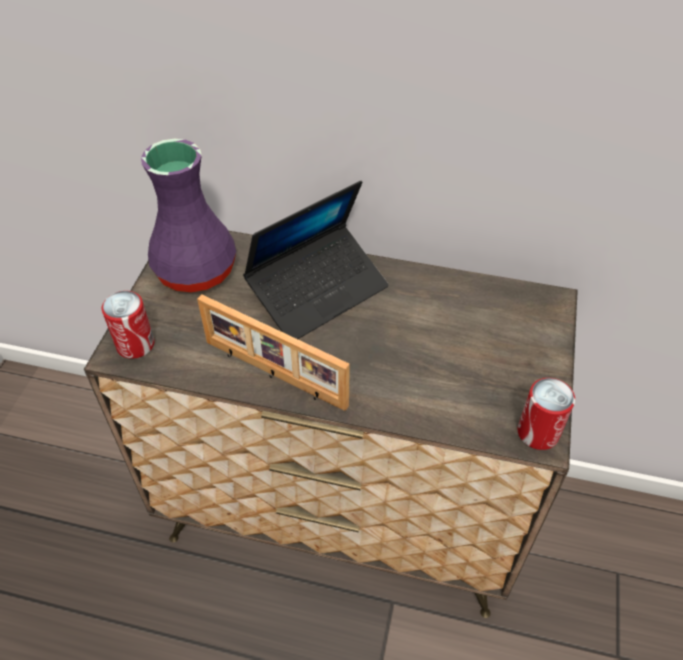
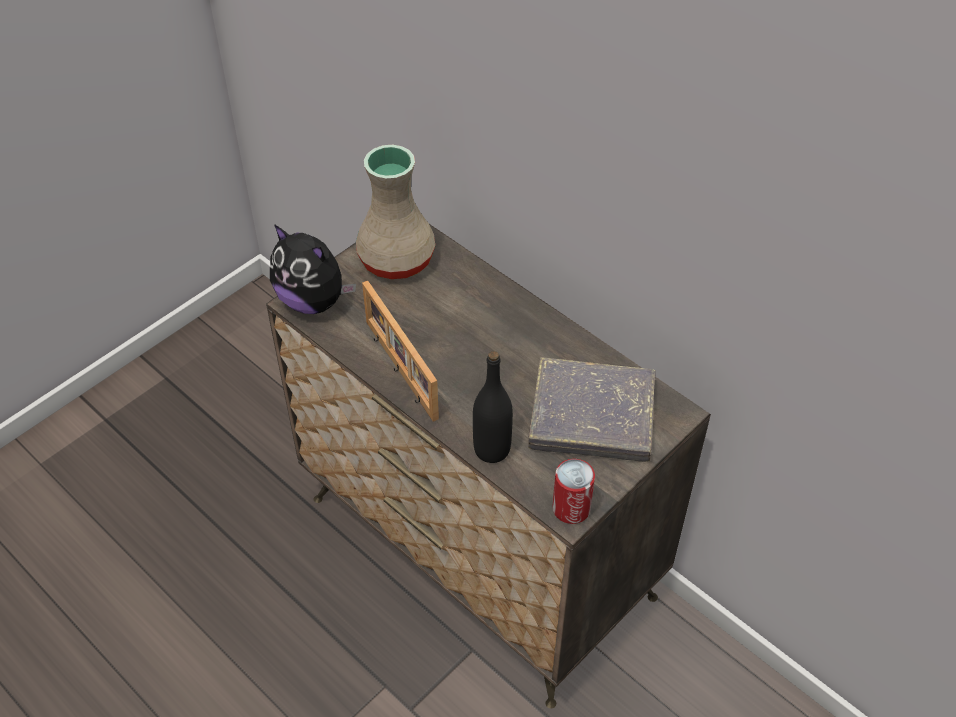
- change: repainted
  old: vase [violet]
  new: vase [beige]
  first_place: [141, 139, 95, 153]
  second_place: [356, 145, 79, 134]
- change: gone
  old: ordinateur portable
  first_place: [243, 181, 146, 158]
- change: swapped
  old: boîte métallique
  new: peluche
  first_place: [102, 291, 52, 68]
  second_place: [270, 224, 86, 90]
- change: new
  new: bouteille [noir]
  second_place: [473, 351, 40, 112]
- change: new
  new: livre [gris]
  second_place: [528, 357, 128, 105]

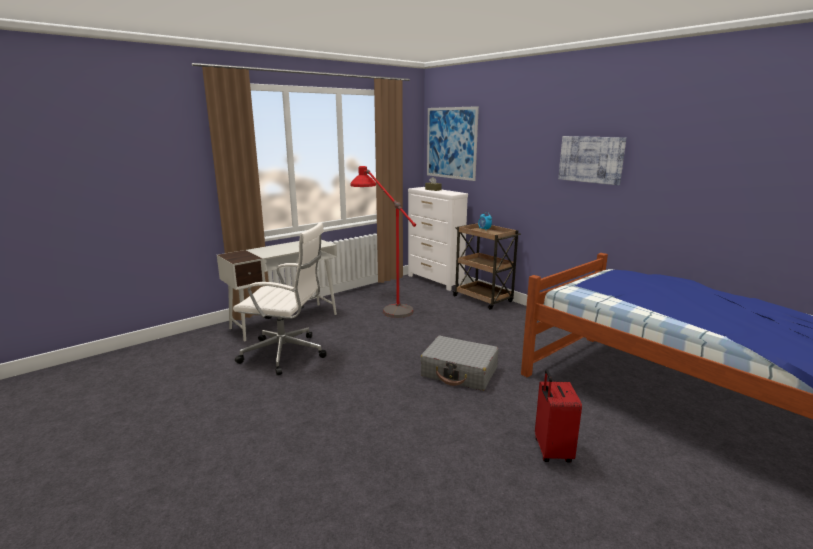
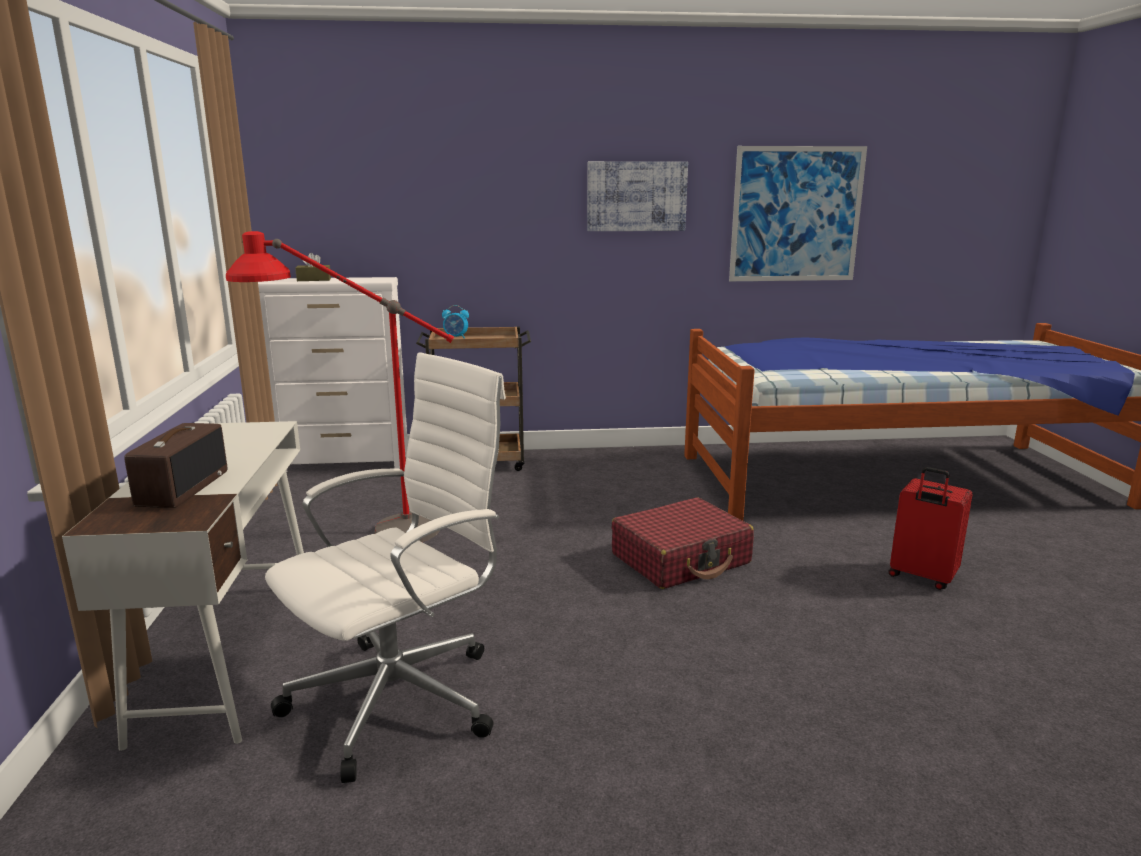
- change: shifted
  old: tableau
  first_place: [427, 106, 52, 75]
  second_place: [729, 146, 138, 135]
- change: repainted
  old: valise [gris]
  new: valise [rouge]
  first_place: [420, 336, 79, 55]
  second_place: [612, 498, 142, 91]
- change: new
  new: radio
  second_place: [124, 423, 103, 85]

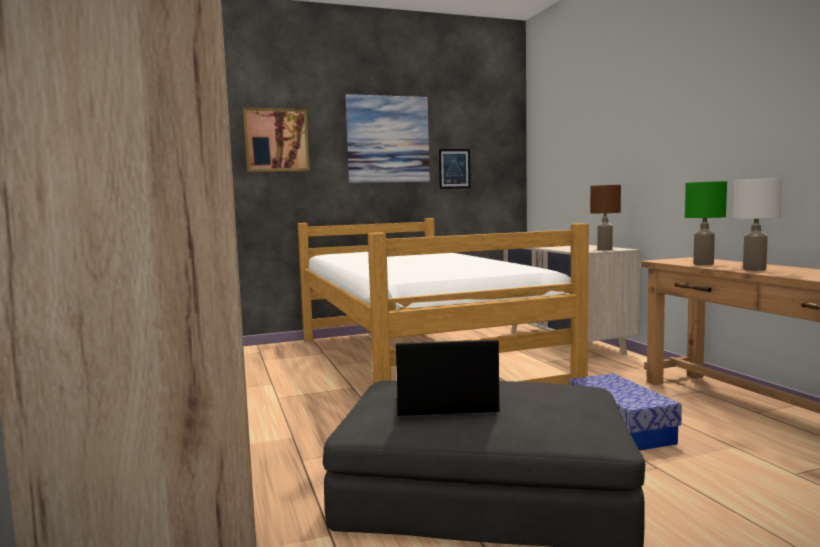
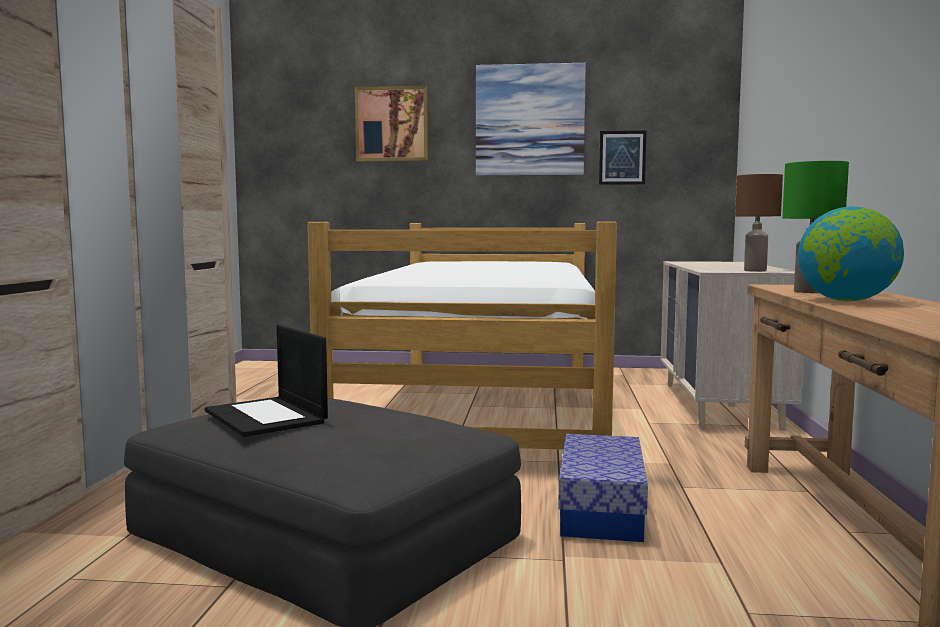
- change: swapped
  old: lampe de table [blanc]
  new: globe
  first_place: [733, 178, 49, 93]
  second_place: [798, 206, 106, 95]
- change: rotated
  old: ordinateur portable
  first_place: [396, 340, 104, 76]
  second_place: [205, 325, 123, 112]
  degrees: -150

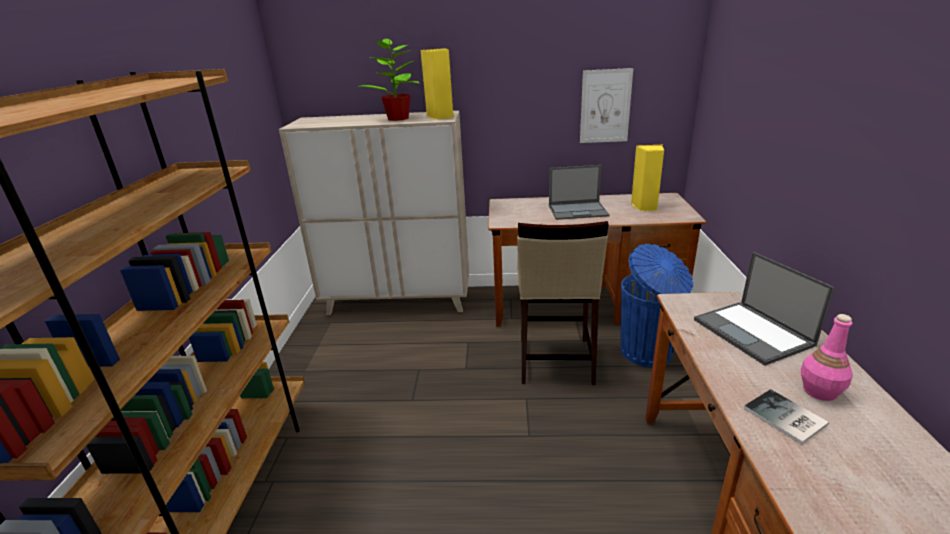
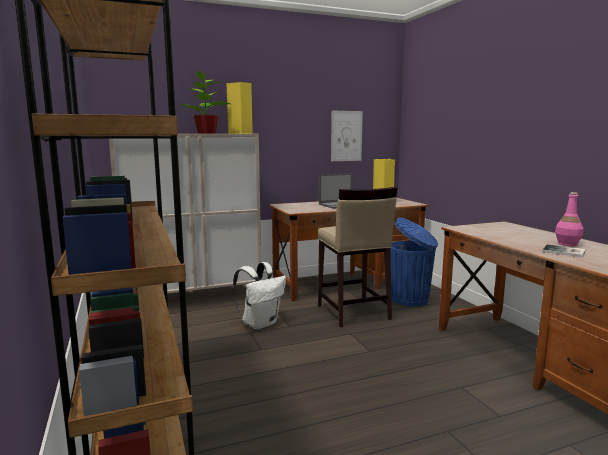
- change: gone
  old: ordinateur portable
  first_place: [694, 252, 141, 114]
- change: new
  new: sac à dos [blanc]
  second_place: [233, 262, 53, 68]

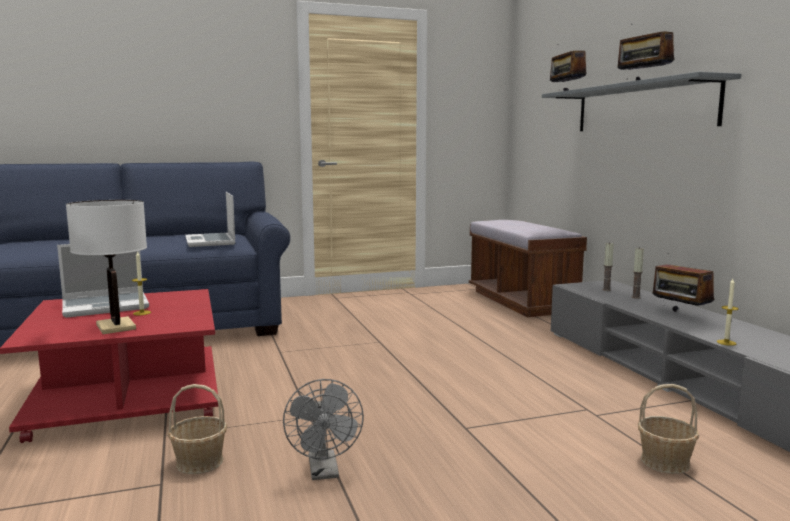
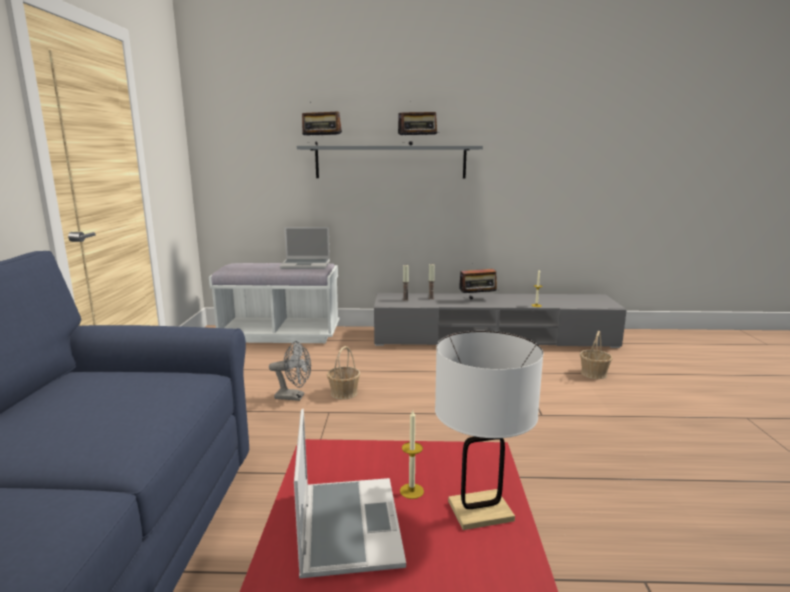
- change: shifted
  old: ordinateur portable
  first_place: [185, 192, 51, 55]
  second_place: [280, 227, 50, 42]
- change: repainted
  old: banc [marron]
  new: banc [blanc]
  first_place: [469, 220, 118, 97]
  second_place: [209, 263, 130, 80]
- change: shifted
  old: ventilateur [gris]
  first_place: [283, 379, 81, 101]
  second_place: [269, 341, 42, 60]
- change: shifted
  old: panier
  first_place: [168, 384, 59, 90]
  second_place: [327, 346, 33, 54]

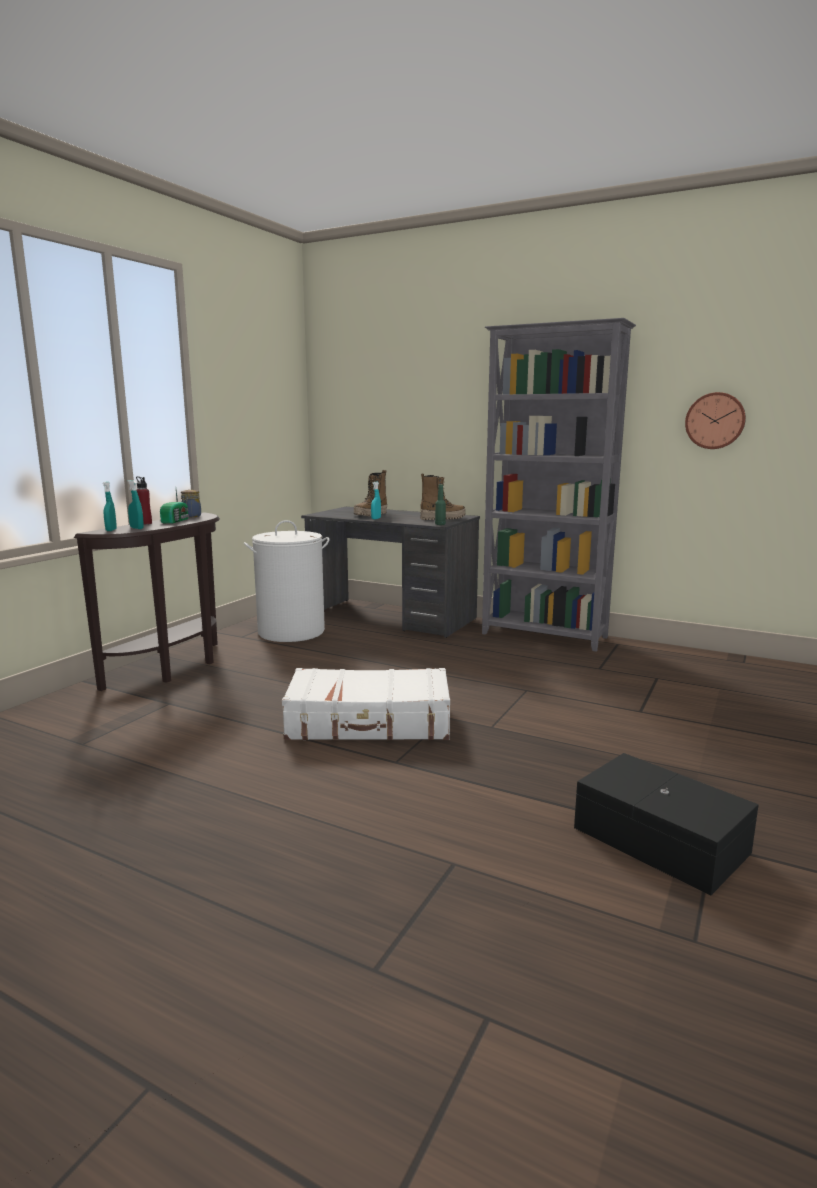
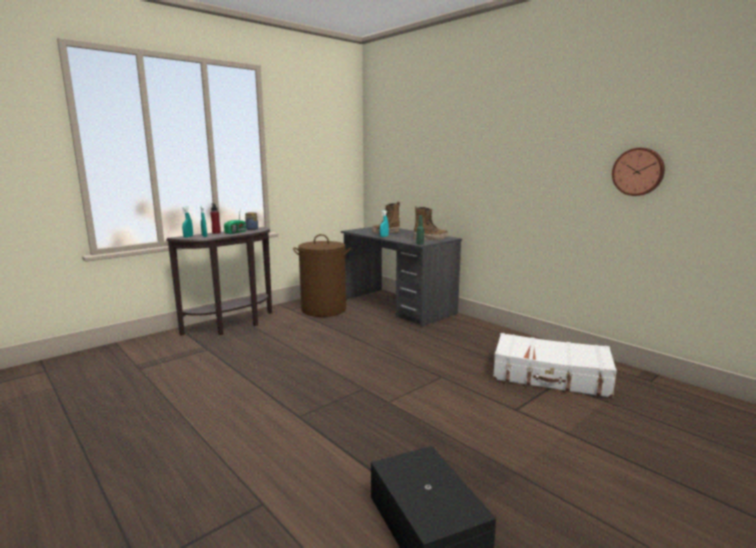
- change: gone
  old: bibliothèque [gris]
  first_place: [482, 318, 154, 334]
- change: repainted
  old: panier à linge [blanc]
  new: panier à linge [marron]
  first_place: [244, 520, 86, 122]
  second_place: [293, 234, 58, 83]
- change: shifted
  old: valise [blanc]
  first_place: [282, 668, 168, 72]
  second_place: [493, 333, 124, 65]

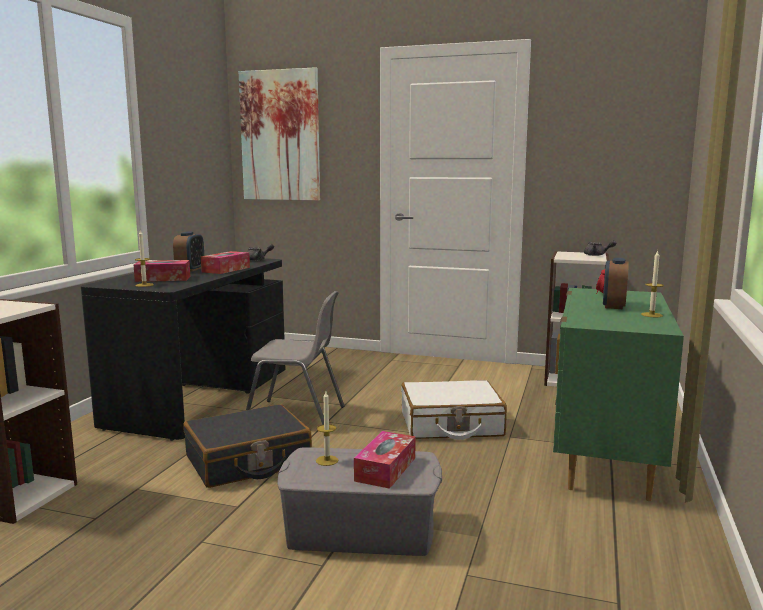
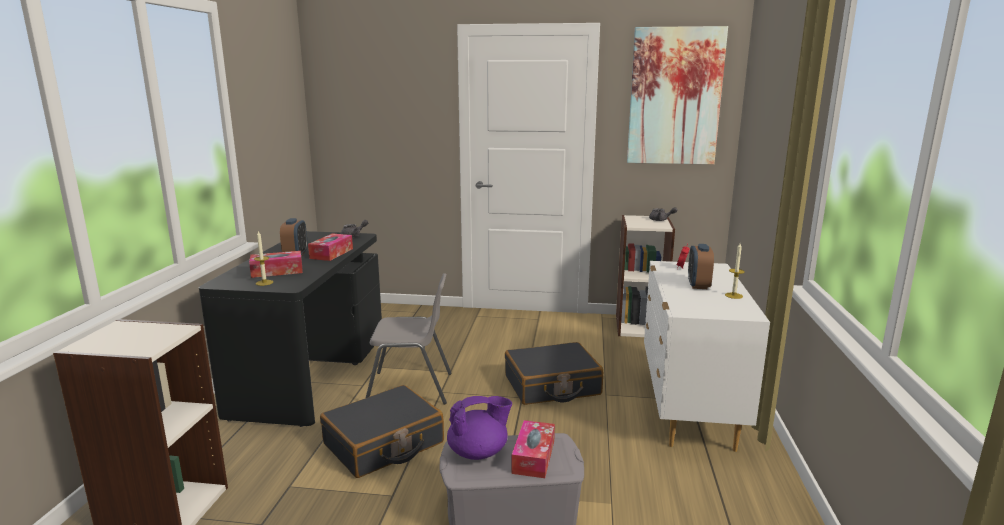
- change: shifted
  old: tableau
  first_place: [239, 67, 81, 134]
  second_place: [627, 26, 101, 139]
- change: repainted
  old: commode [vert]
  new: commode [blanc]
  first_place: [553, 288, 131, 213]
  second_place: [644, 261, 126, 191]
- change: repainted
  old: valise [blanc]
  new: valise [noir]
  first_place: [401, 380, 106, 60]
  second_place: [505, 342, 98, 63]
- change: swapped
  old: bougie
  new: théière [violet]
  first_place: [316, 392, 23, 74]
  second_place: [447, 396, 65, 64]

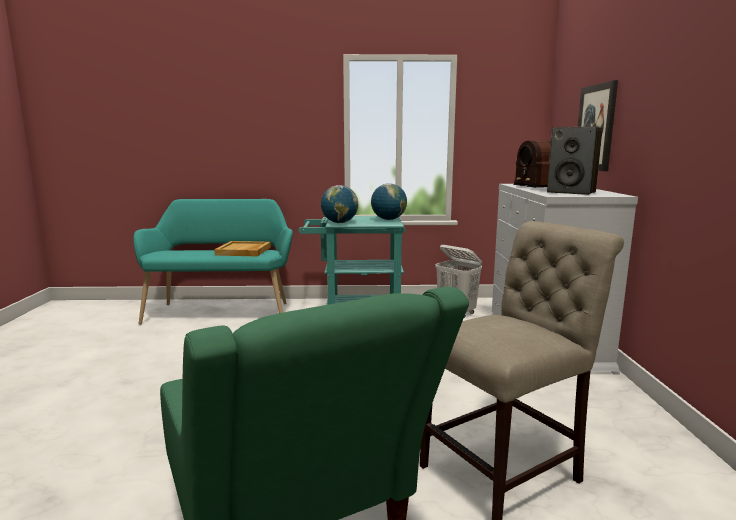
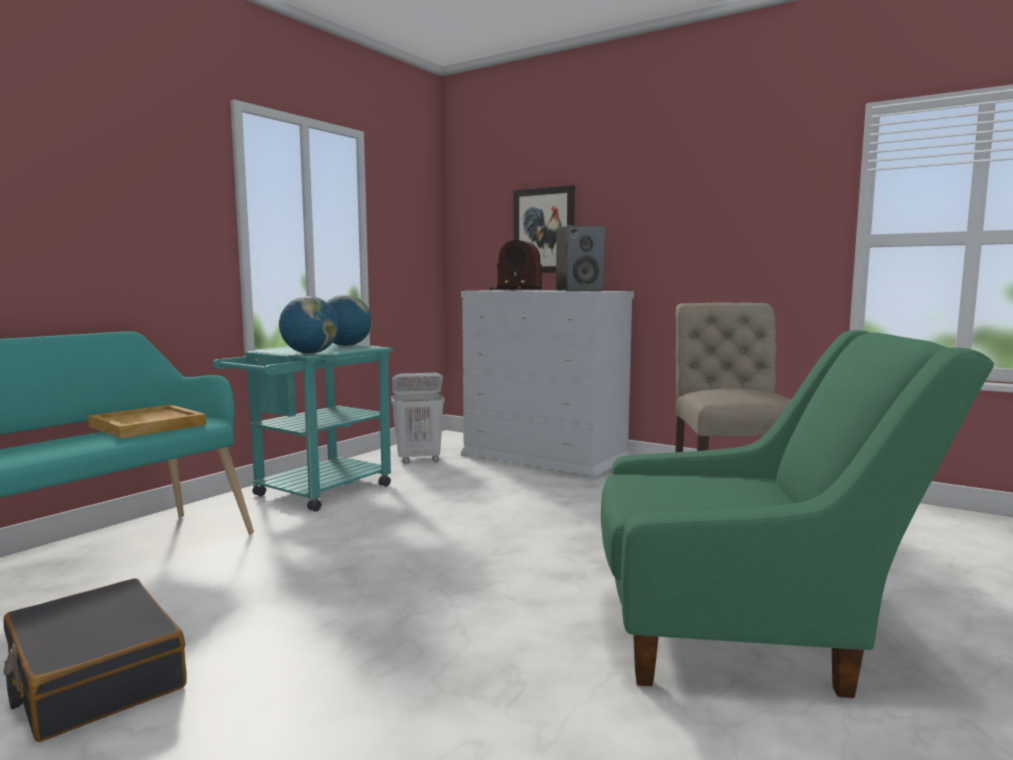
- change: new
  new: valise [noir]
  second_place: [4, 578, 183, 164]

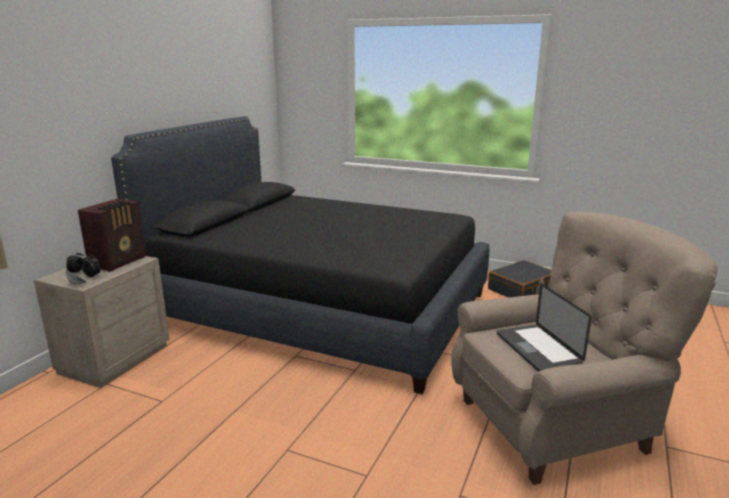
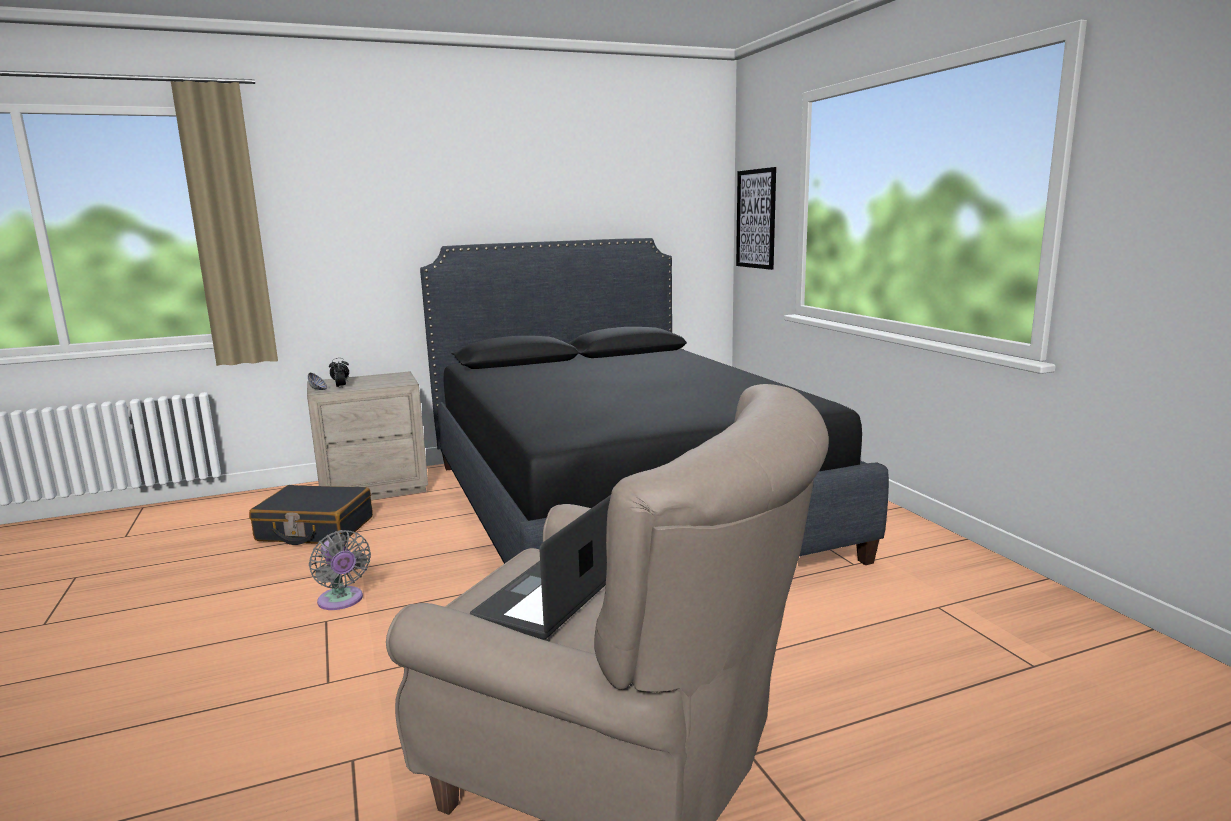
- change: gone
  old: radio
  first_place: [78, 199, 68, 73]
- change: shifted
  old: valise [noir]
  first_place: [488, 260, 63, 38]
  second_place: [249, 485, 124, 60]
- change: new
  new: tableau
  second_place: [736, 167, 40, 103]
- change: new
  new: ventilateur [gris]
  second_place: [309, 530, 62, 80]

